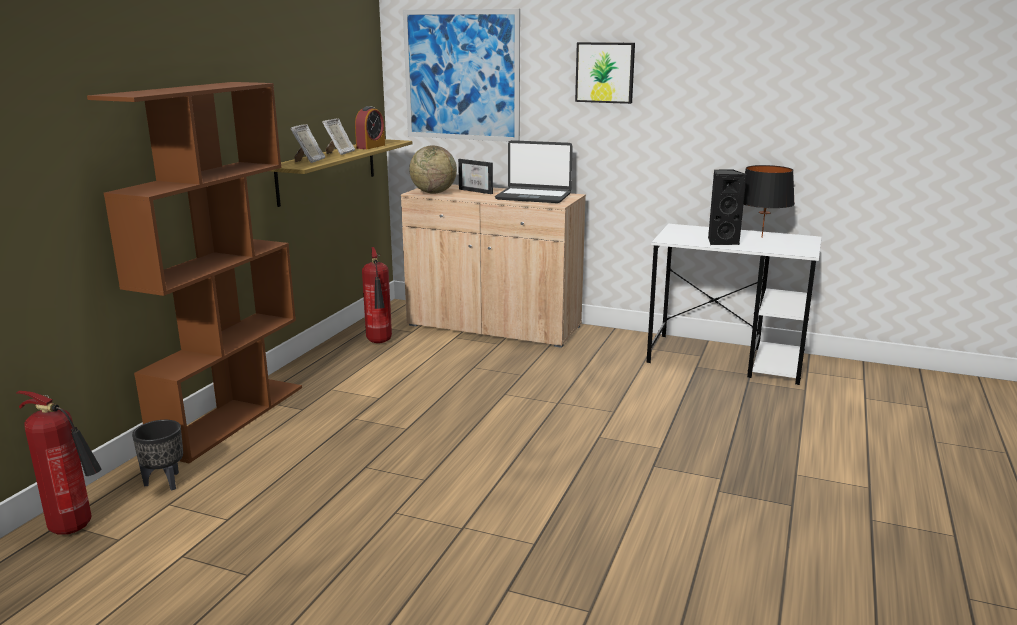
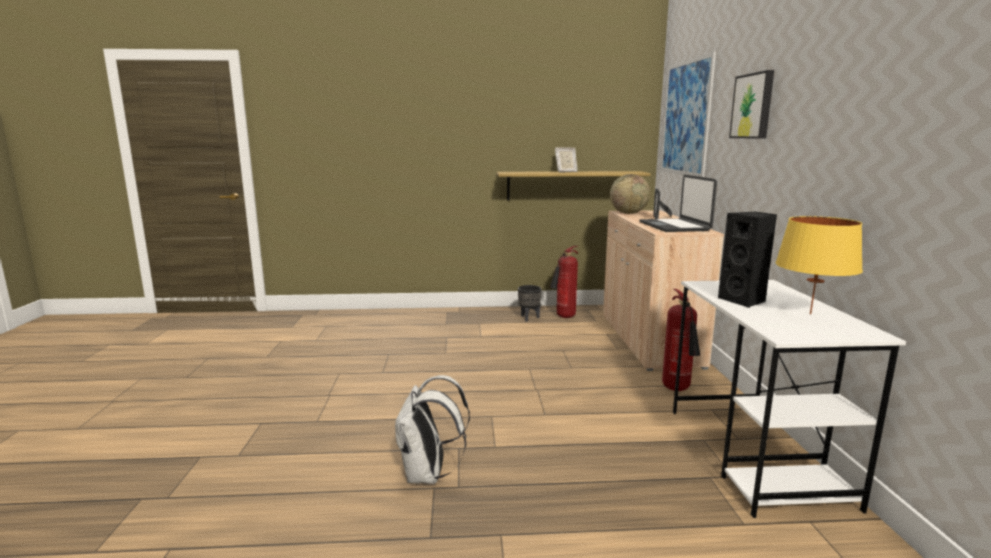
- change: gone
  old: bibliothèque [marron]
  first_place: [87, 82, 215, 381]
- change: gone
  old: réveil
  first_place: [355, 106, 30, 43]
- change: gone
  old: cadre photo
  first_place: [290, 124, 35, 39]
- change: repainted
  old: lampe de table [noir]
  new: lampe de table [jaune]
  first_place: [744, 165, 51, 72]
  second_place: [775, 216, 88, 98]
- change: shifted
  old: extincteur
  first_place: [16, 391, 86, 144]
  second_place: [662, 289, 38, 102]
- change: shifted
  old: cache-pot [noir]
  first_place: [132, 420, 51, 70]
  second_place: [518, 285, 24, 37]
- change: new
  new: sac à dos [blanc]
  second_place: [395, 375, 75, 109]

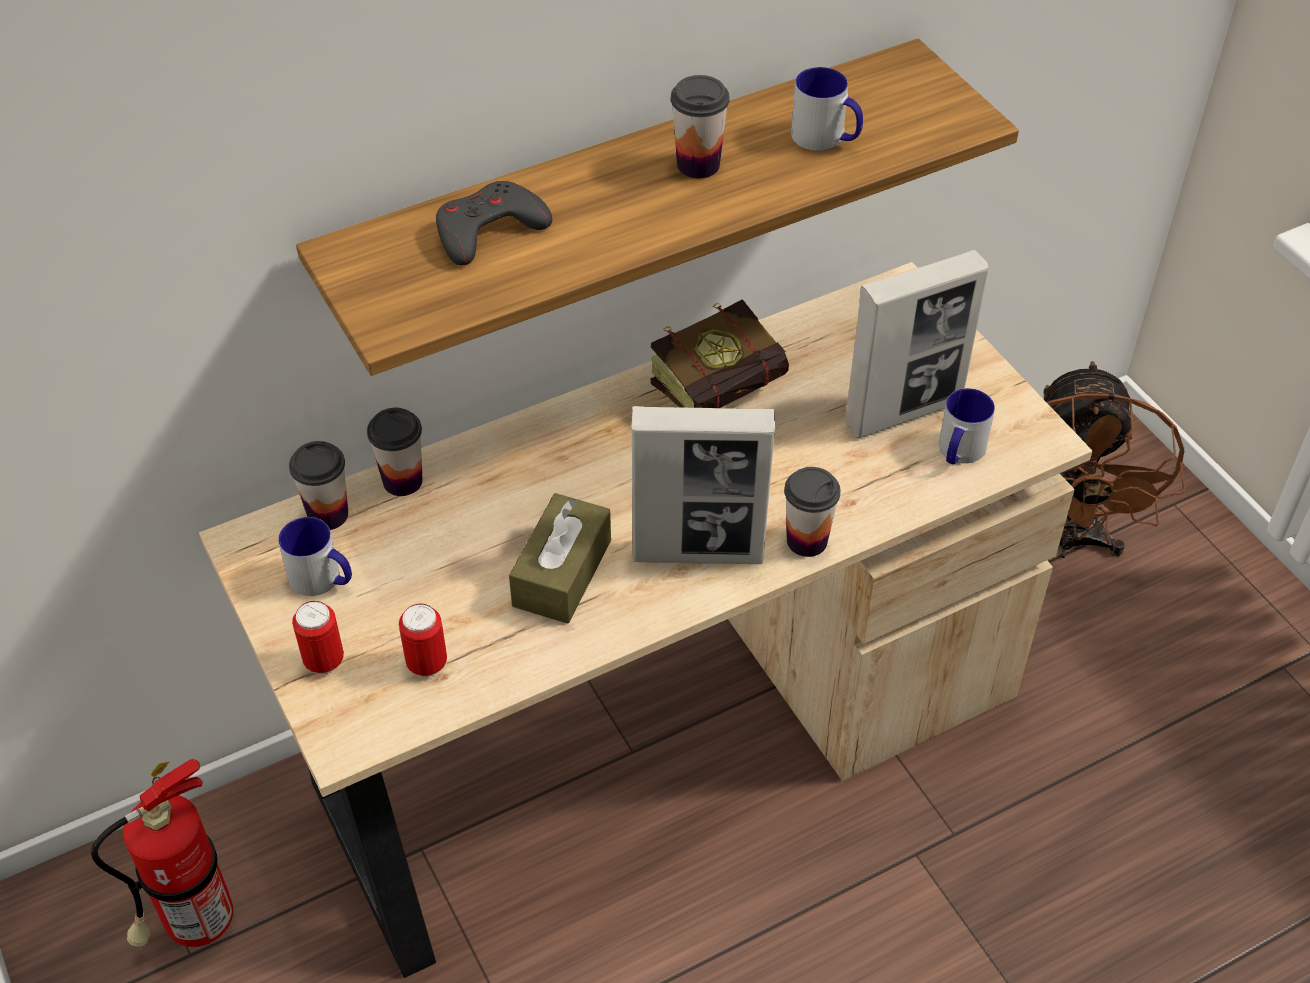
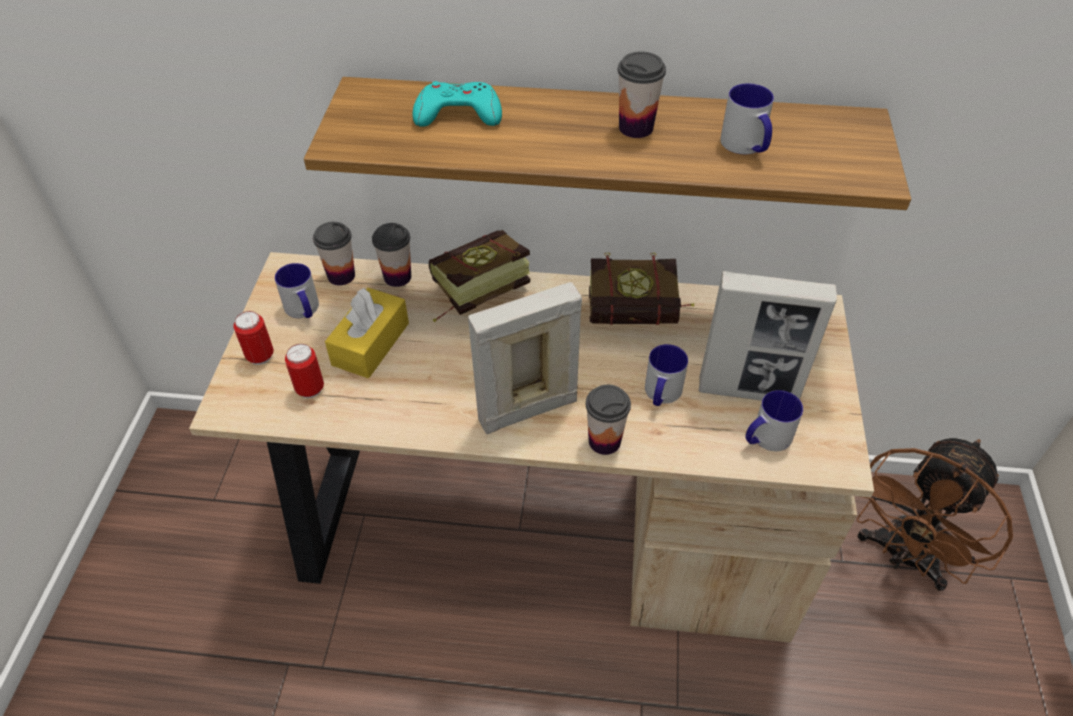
- change: repainted
  old: manette [gris]
  new: manette [turquoise]
  first_place: [436, 181, 116, 85]
  second_place: [413, 81, 89, 46]
- change: rotated
  old: cadre photo
  first_place: [631, 406, 144, 158]
  second_place: [468, 282, 114, 152]
  degrees: 120
- change: gone
  old: boîte à mouchoirs [marron]
  first_place: [509, 493, 102, 131]
- change: gone
  old: extincteur
  first_place: [91, 759, 142, 188]
- change: new
  new: livre
  second_place: [429, 230, 101, 92]
- change: new
  new: boîte à mouchoirs [jaune]
  second_place: [325, 288, 84, 90]
- change: new
  new: mug
  second_place: [645, 344, 43, 62]

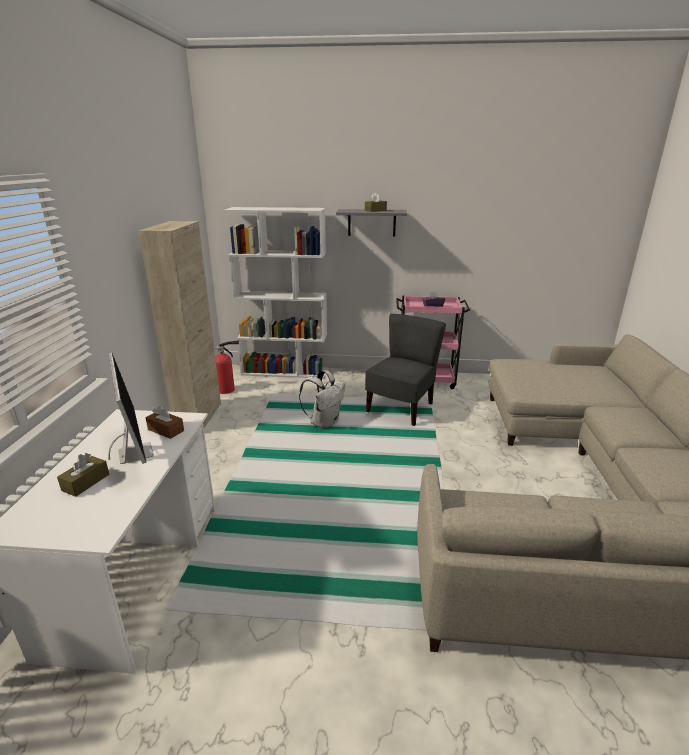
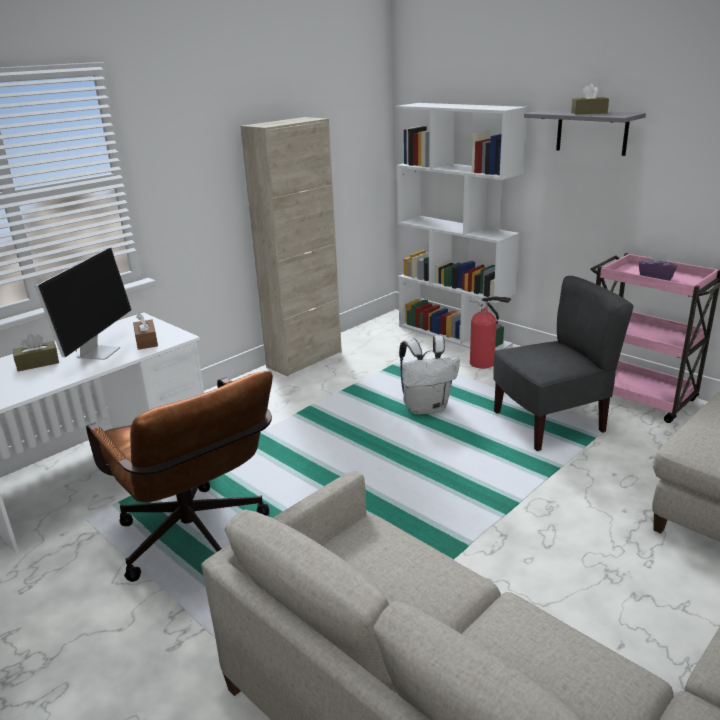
- change: shifted
  old: extincteur
  first_place: [214, 340, 25, 54]
  second_place: [469, 296, 42, 73]
- change: new
  new: chaise de bureau [marron]
  second_place: [86, 371, 187, 211]

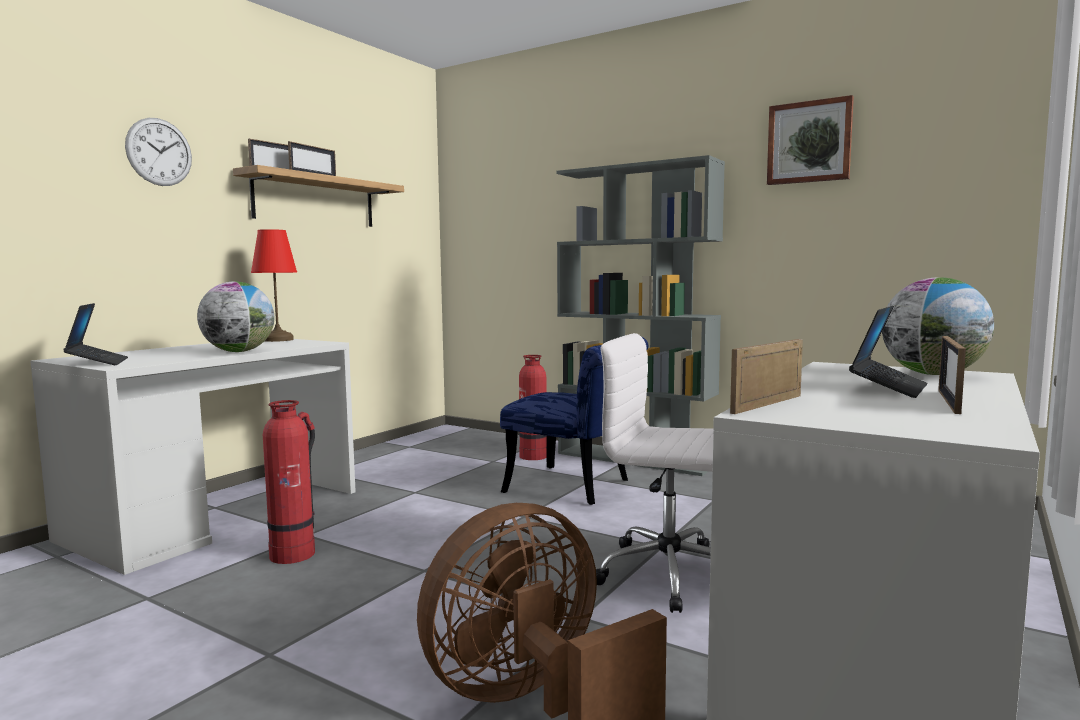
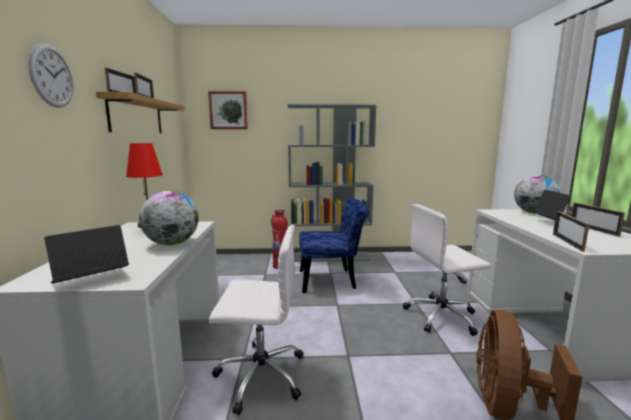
- change: shifted
  old: tableau
  first_place: [767, 95, 87, 90]
  second_place: [208, 91, 40, 38]
- change: rotated
  old: ordinateur portable
  first_place: [63, 303, 65, 62]
  second_place: [44, 225, 85, 59]
  degrees: -75
- change: swapped
  old: extincteur
  new: chaise de bureau [blanc]
  first_place: [263, 400, 52, 164]
  second_place: [209, 225, 94, 190]

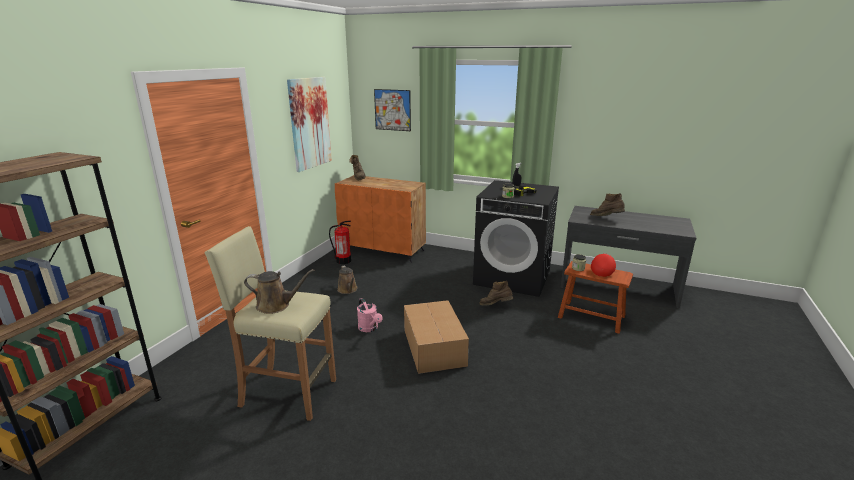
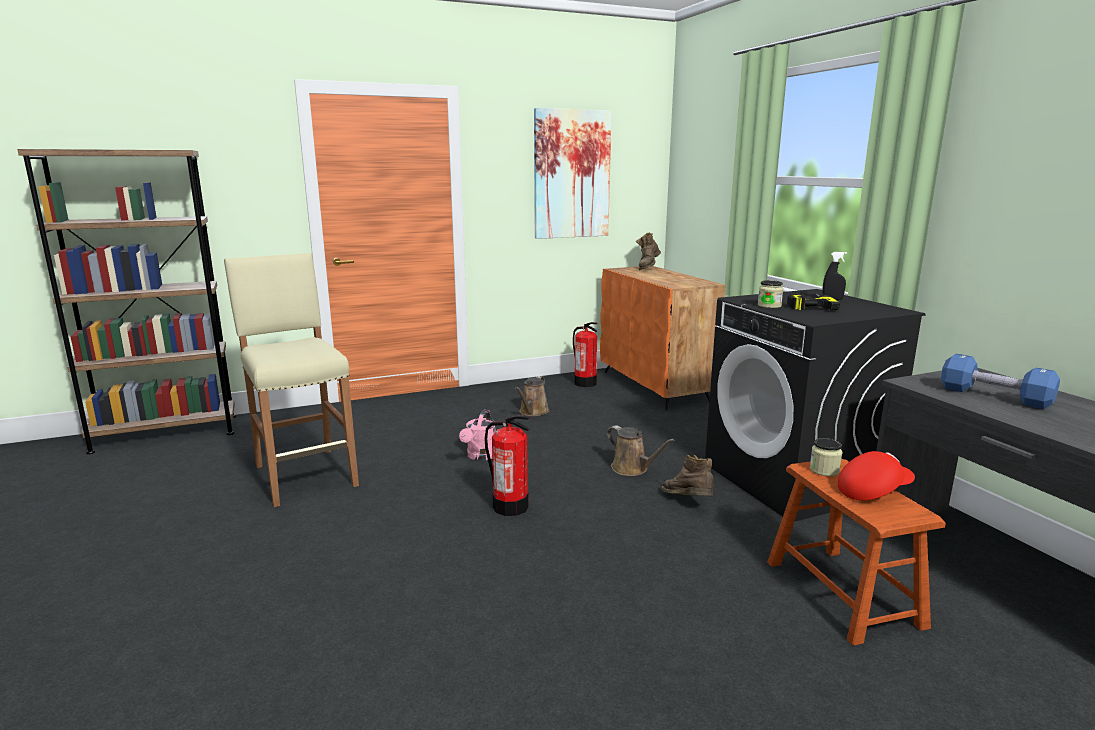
- change: gone
  old: tableau
  first_place: [374, 89, 37, 42]
- change: swapped
  old: botte [marron]
  new: haltère [bleu]
  first_place: [590, 193, 35, 23]
  second_place: [941, 354, 119, 55]
- change: shifted
  old: arrosoir [marron]
  first_place: [244, 269, 70, 45]
  second_place: [607, 425, 68, 51]
- change: swapped
  old: carton
  new: extincteur
  first_place: [404, 300, 65, 74]
  second_place: [485, 415, 45, 101]

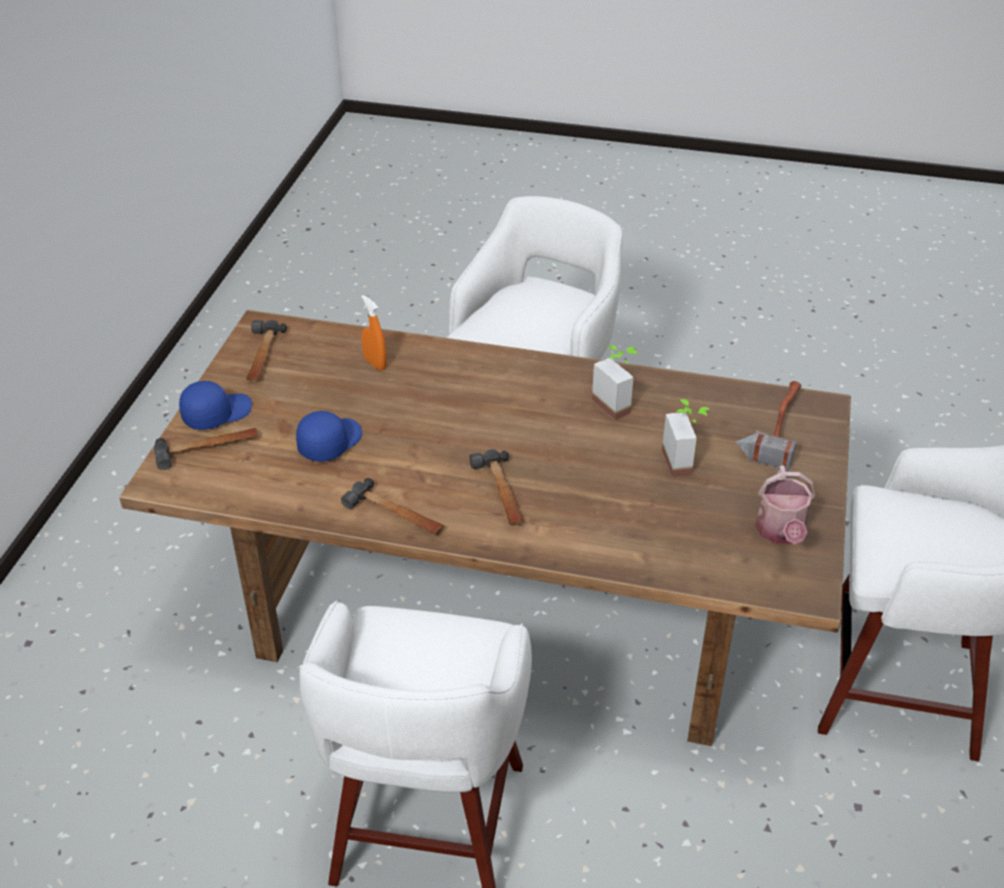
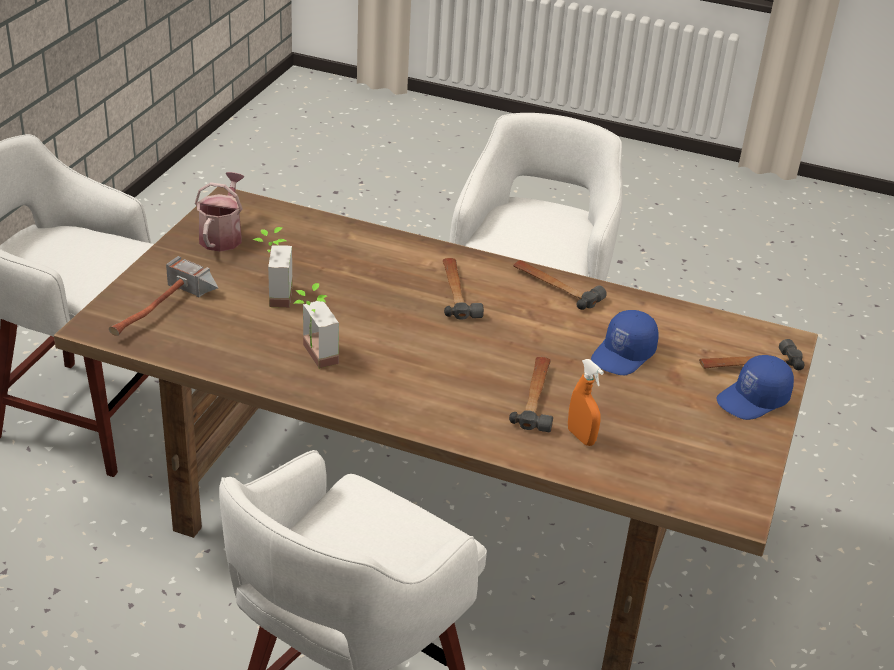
- change: shifted
  old: marteau
  first_place: [246, 320, 41, 61]
  second_place: [509, 357, 44, 75]

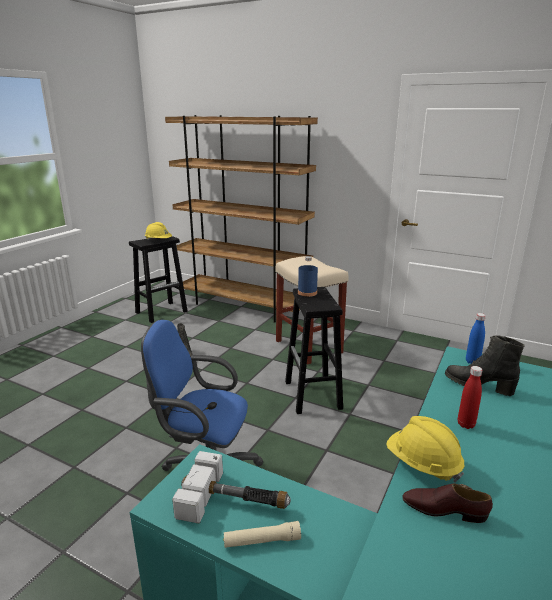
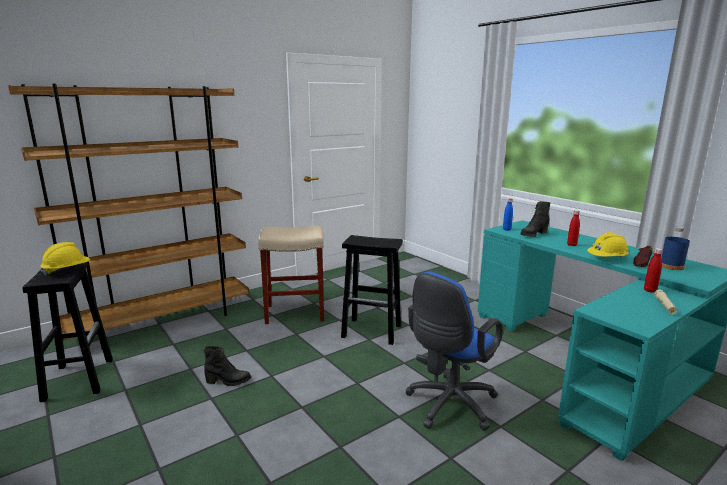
- change: shifted
  old: bouteille [bleu]
  first_place: [298, 256, 20, 41]
  second_place: [661, 227, 29, 43]
- change: gone
  old: marteau
  first_place: [172, 451, 119, 72]
- change: new
  new: bouteille [rouge]
  second_place: [644, 248, 19, 45]

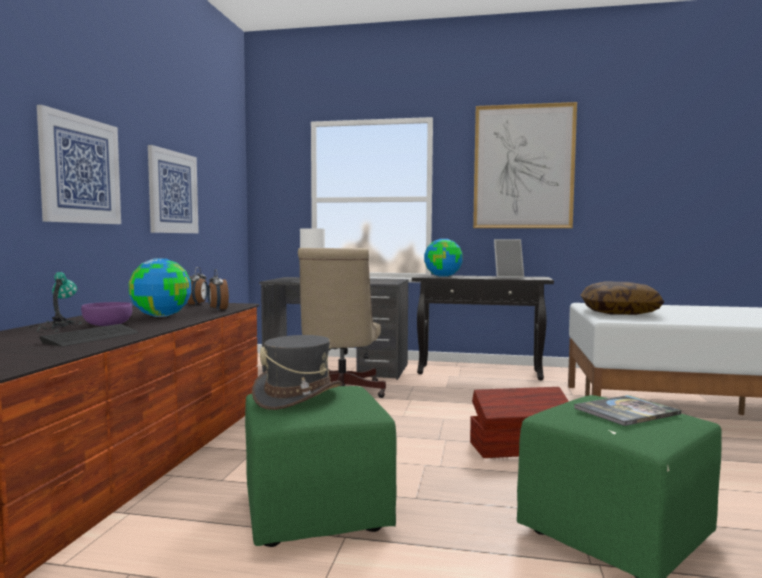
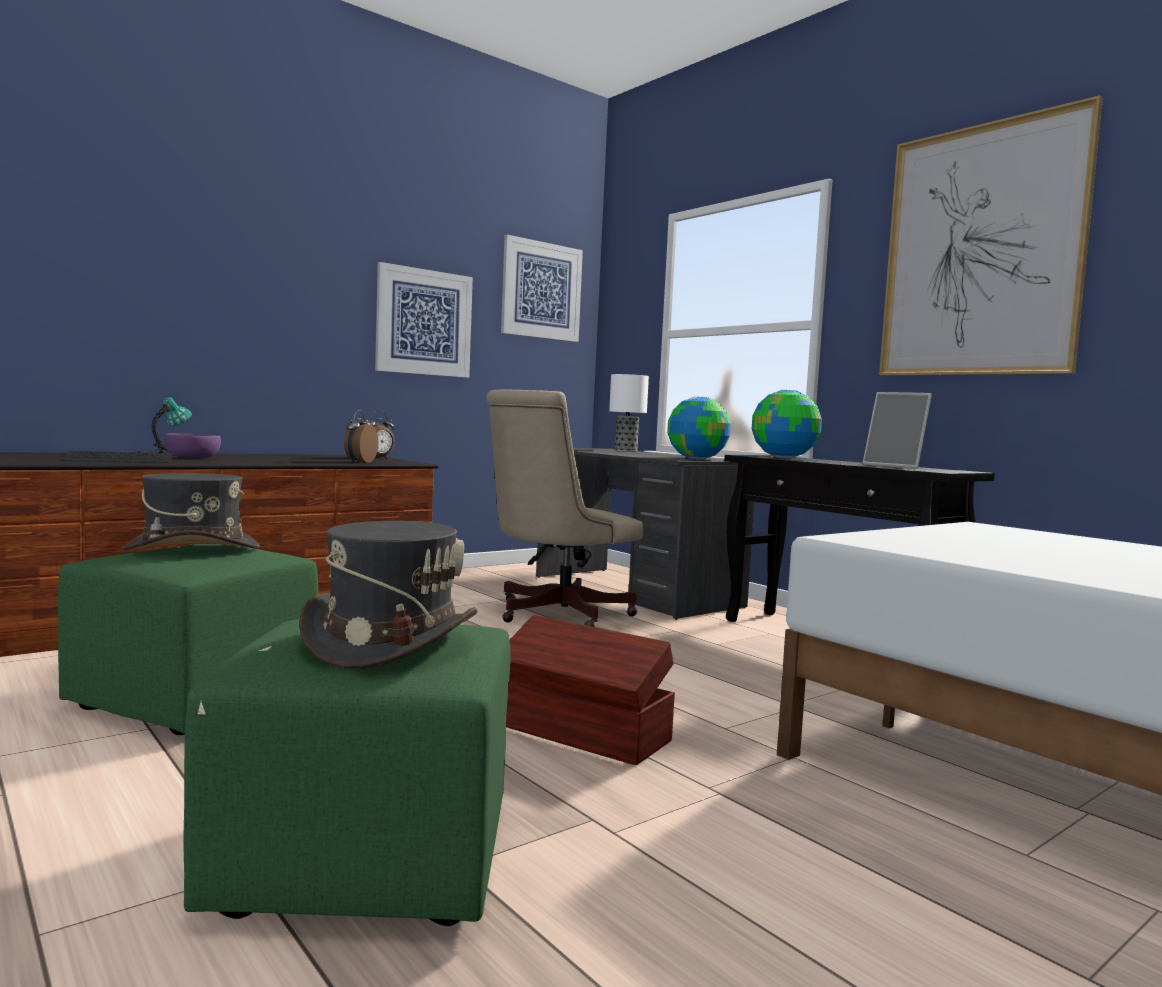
- change: shifted
  old: tableau
  first_place: [37, 105, 84, 119]
  second_place: [501, 235, 82, 107]
- change: shifted
  old: globe
  first_place: [129, 258, 62, 59]
  second_place: [667, 397, 64, 63]
- change: gone
  old: coussin
  first_place: [580, 281, 84, 34]
- change: swapped
  old: livre
  new: chapeau [gris]
  first_place: [574, 395, 108, 31]
  second_place: [299, 521, 179, 148]

